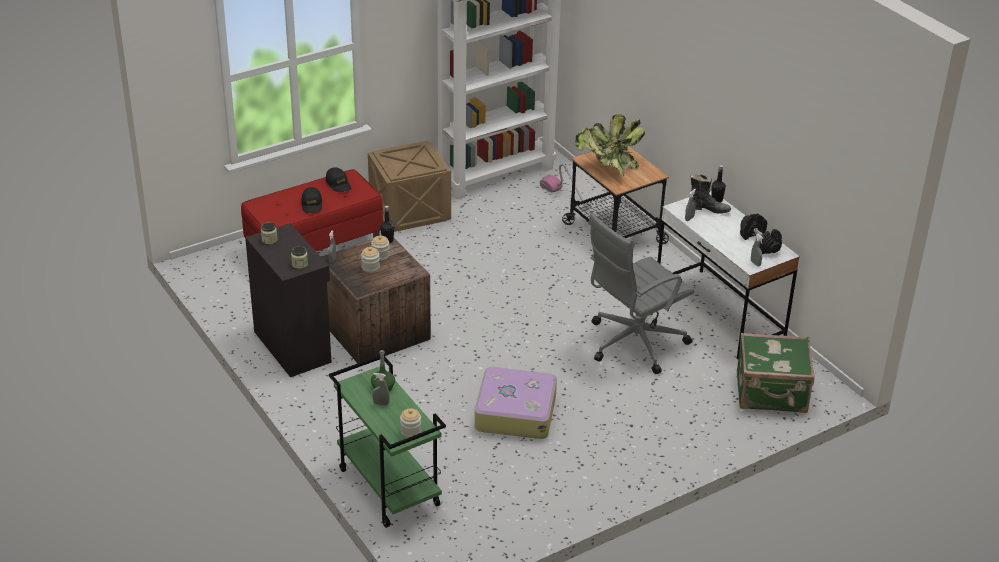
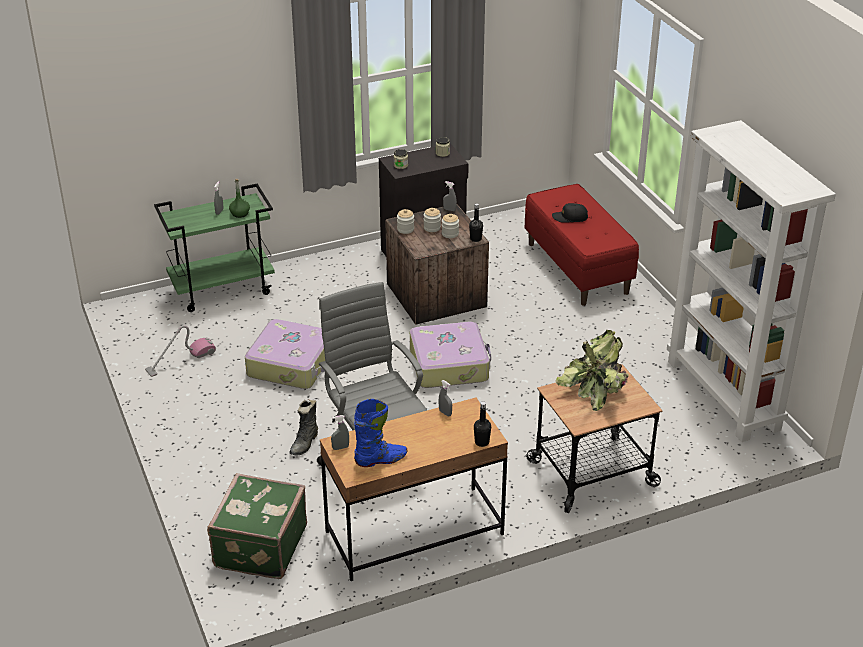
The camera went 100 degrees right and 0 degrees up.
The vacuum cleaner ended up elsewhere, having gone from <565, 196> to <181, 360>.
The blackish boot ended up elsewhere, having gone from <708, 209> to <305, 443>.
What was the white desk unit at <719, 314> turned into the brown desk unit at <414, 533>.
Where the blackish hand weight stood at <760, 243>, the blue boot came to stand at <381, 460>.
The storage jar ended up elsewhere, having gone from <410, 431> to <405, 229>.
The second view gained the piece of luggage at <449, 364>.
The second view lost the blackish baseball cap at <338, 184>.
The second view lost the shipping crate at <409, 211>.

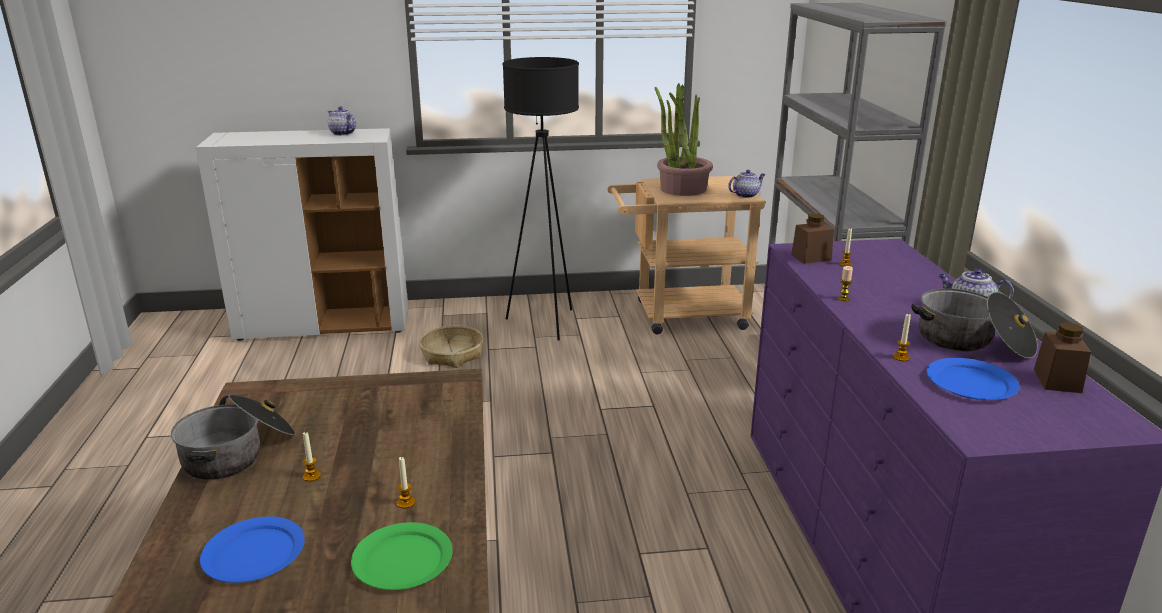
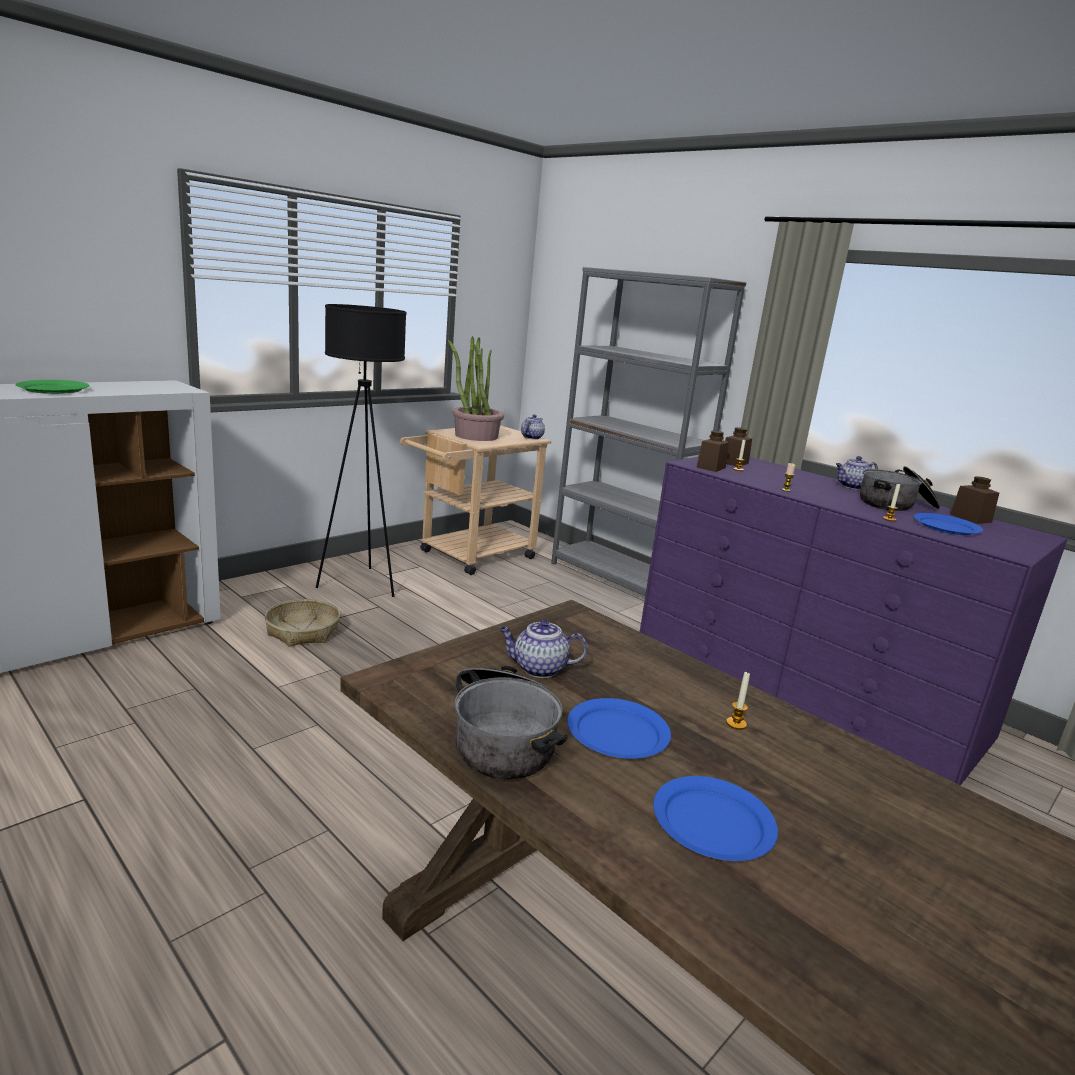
The camera went 40 degrees left and 5 degrees down.
The green flat dish ended up elsewhere, having gone from <402, 559> to <53, 389>.
The pot for tea ended up elsewhere, having gone from <342, 133> to <538, 669>.
Where the candle stood at <312, 476>, the blue flat dish came to stand at <618, 733>.
The second view gained the brown storage jar at <734, 463>.

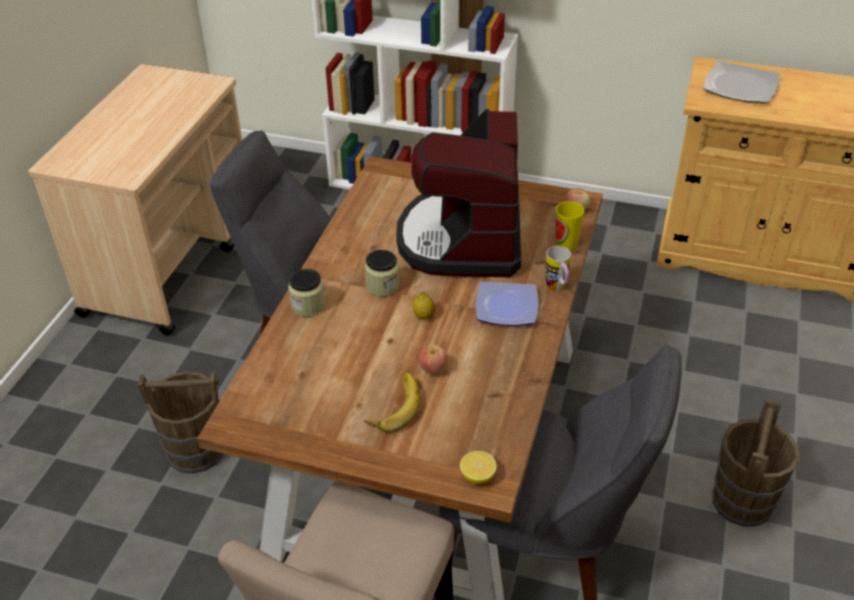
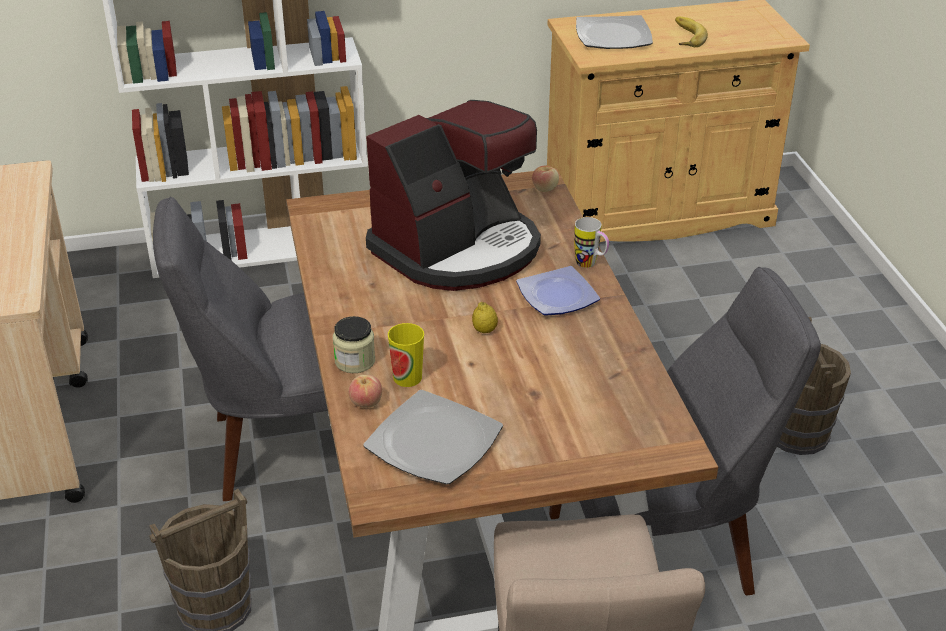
The camera went 30 degrees left and 5 degrees down.
The apple ended up elsewhere, having gone from <433, 369> to <366, 402>.
The second view gained the flat dish at <434, 443>.
The coffee brewer at <462, 239> ended up facing another way, 105 degrees counterclockwise from before.
The small cup ended up elsewhere, having gone from <566, 244> to <407, 377>.
The banana ended up elsewhere, having gone from <394, 406> to <684, 36>.
The second view lost the storage jar at <382, 286>.
The second view lost the citrus fruit at <477, 476>.

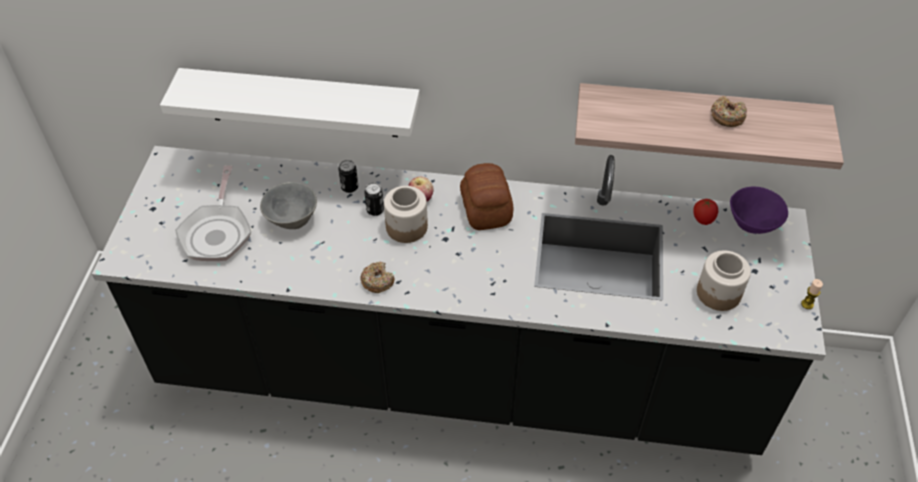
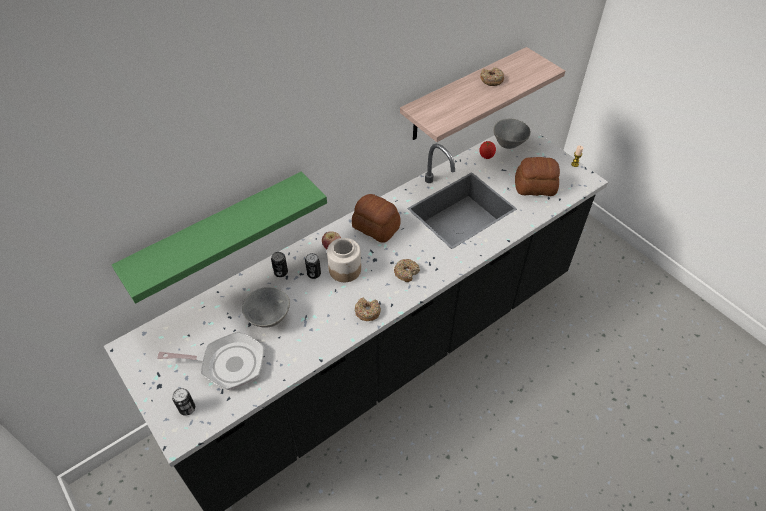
The camera went 45 degrees left and 0 degrees up.
What was the white bracket shelf at <301, 103> turned into the green bracket shelf at <218, 233>.
The skillet at <217, 232> ended up facing another way, 45 degrees counterclockwise from before.
The second view gained the sealed can at <187, 408>.
The second view gained the ring doughnut at <406, 272>.
What was the purplish deep dish at <752, 225> turned into the gray deep dish at <509, 144>.
Where the storage jar stood at <718, 293>, the bakery bread came to stand at <535, 187>.

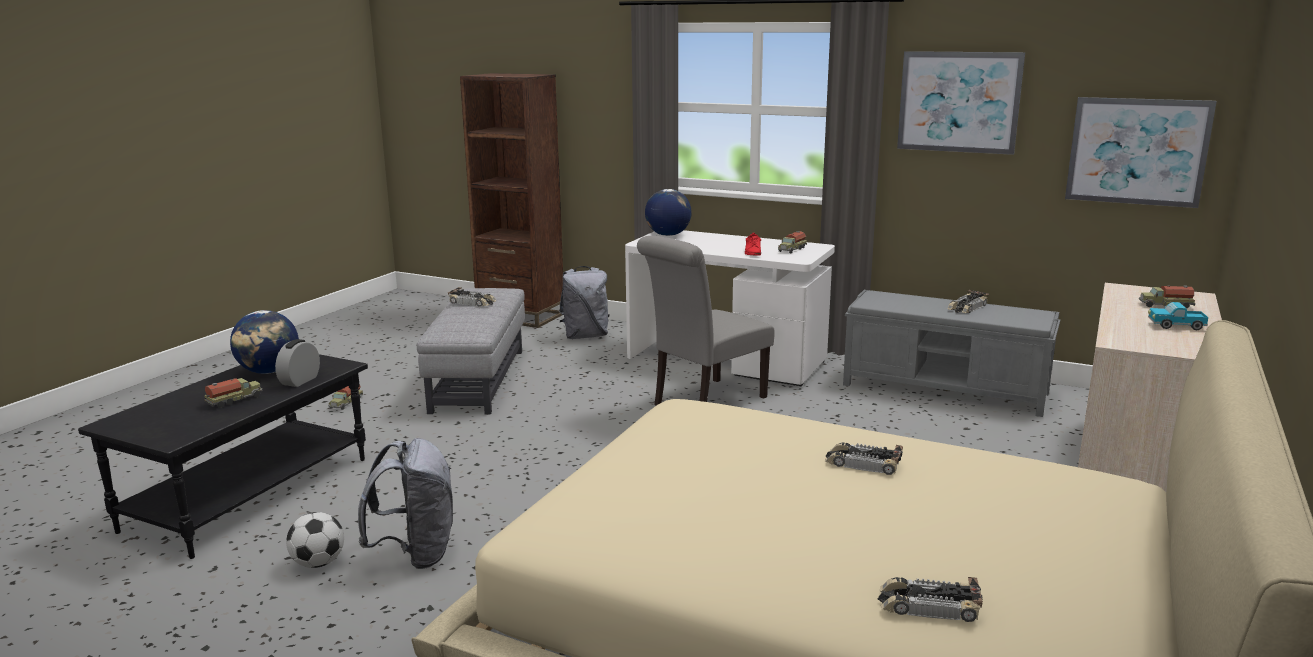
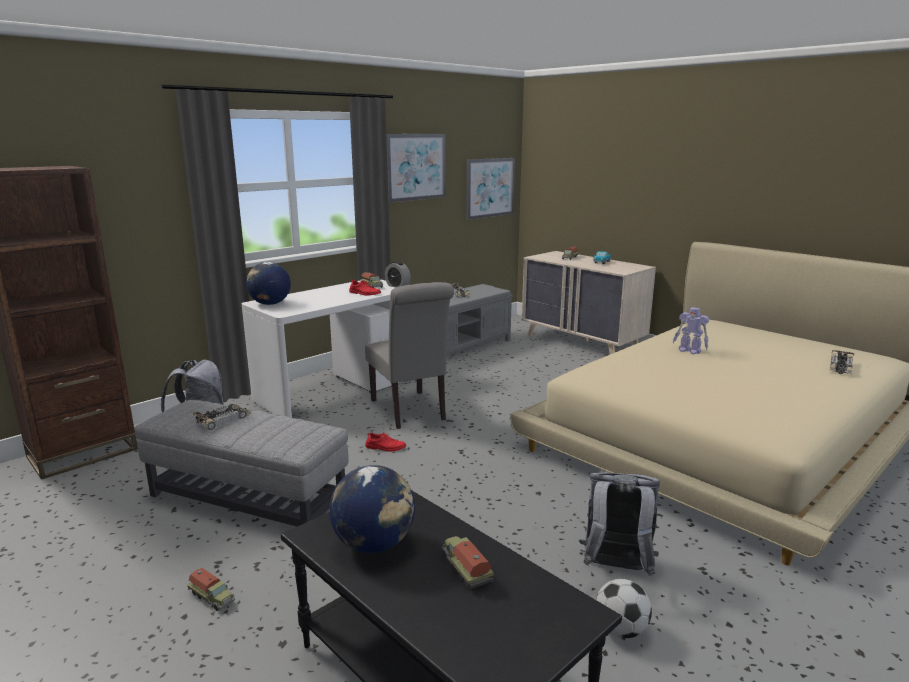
The camera went 70 degrees left and 0 degrees up.
The second view gained the reddish shoe at <385, 447>.
The table clock ended up elsewhere, having gone from <300, 381> to <398, 286>.
Where the model car stood at <862, 463>, the model robot came to stand at <690, 351>.

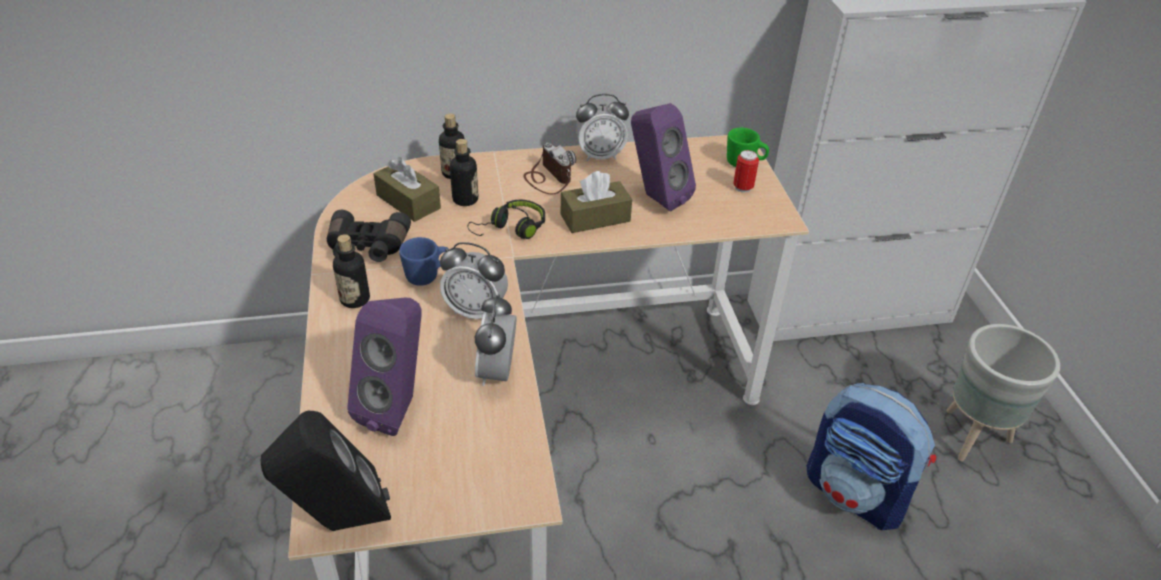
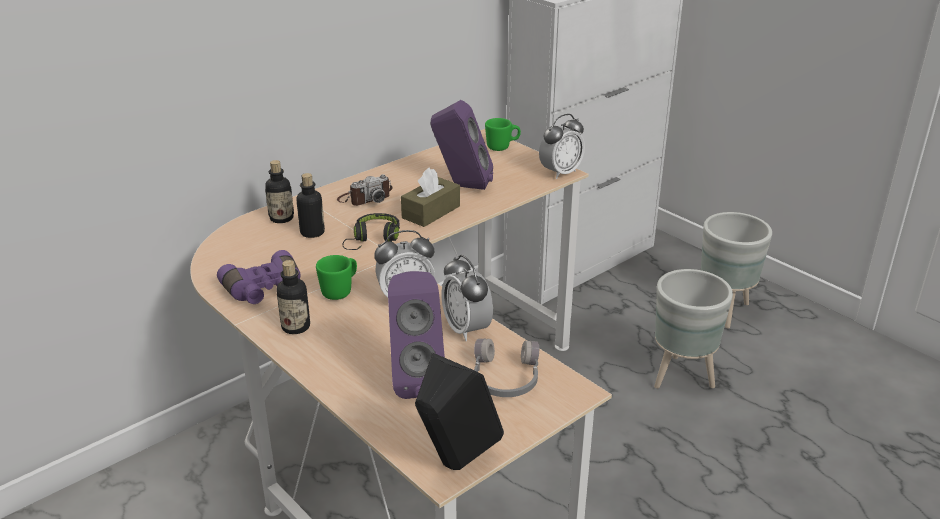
The camera went 30 degrees left and 10 degrees down.
What was the blackish field glasses at <367, 248> turned into the purplish field glasses at <264, 290>.
What was the blue coffee mug at <428, 276> turned into the green coffee mug at <340, 291>.
The still camera at <548, 178> ended up facing another way, 120 degrees clockwise from before.
The second view gained the gray headphones at <504, 378>.
The table clock ended up elsewhere, having gone from <600, 156> to <560, 172>.
Where the backpack stood at <856, 494>, the gray plant pot came to stand at <682, 376>.
The second view lost the brown tissue box at <408, 202>.
The second view lost the sealed can at <743, 188>.

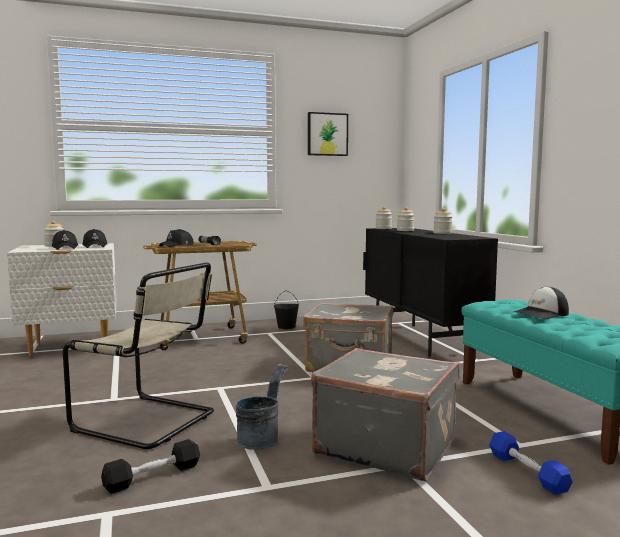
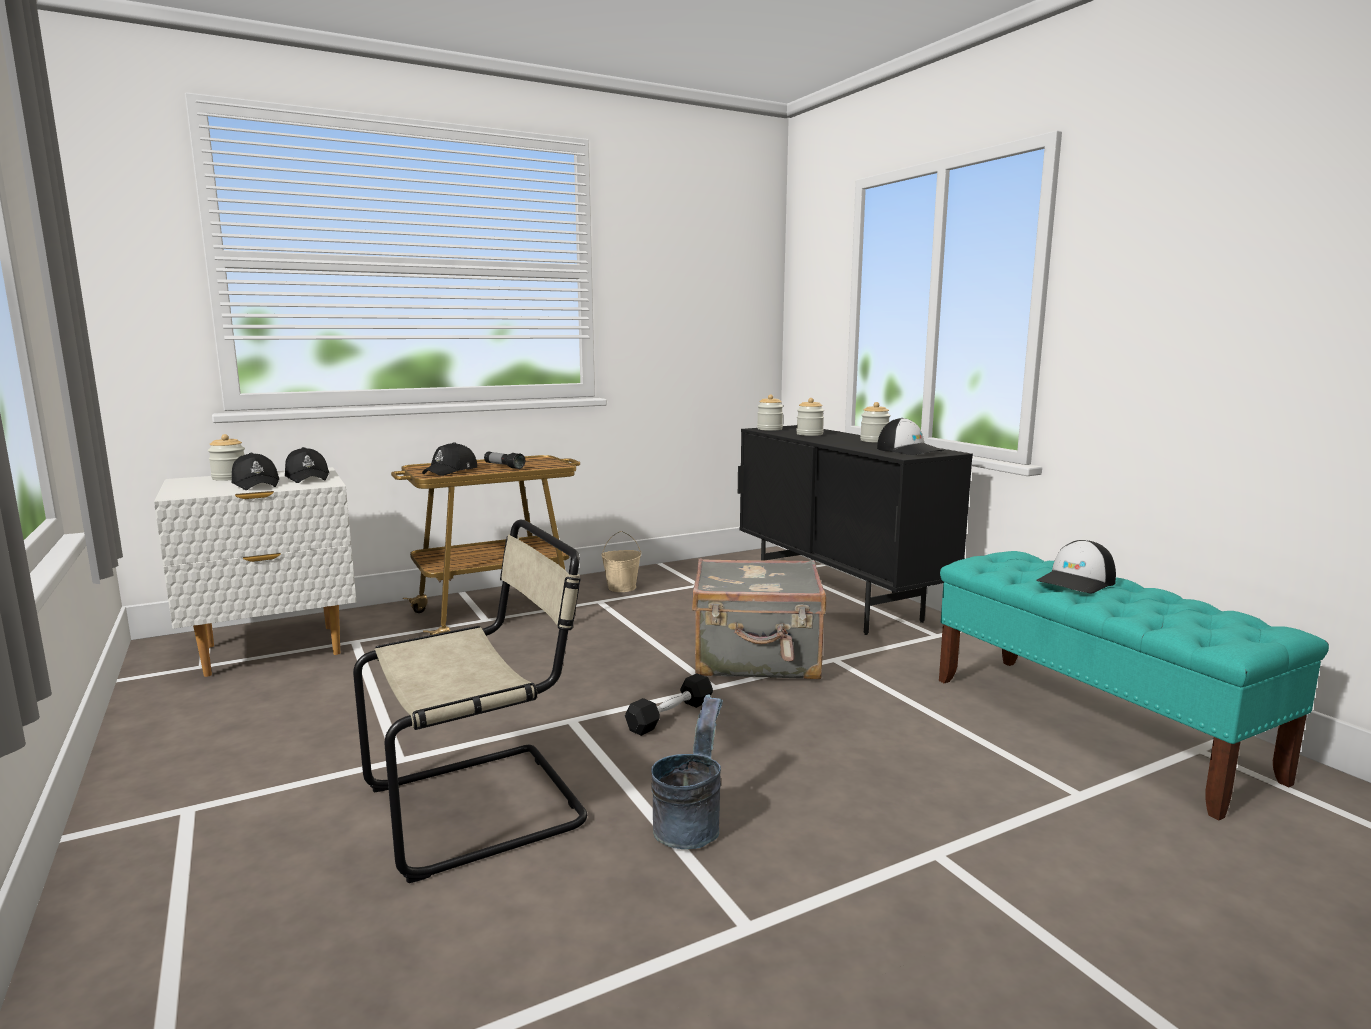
The camera went 10 degrees left and 5 degrees up.
The beige-coloured plain chair at <149, 422> ended up facing another way, 45 degrees counterclockwise from before.
What was the blackish bucket at <286, 327> turned into the beige-coloured bucket at <622, 588>.
The blackish hand weight ended up elsewhere, having gone from <152, 476> to <670, 715>.
The second view gained the baseball cap at <909, 450>.
The second view lost the wall art at <327, 134>.
The second view lost the gray piece of luggage at <386, 446>.
The second view lost the blue hand weight at <527, 472>.

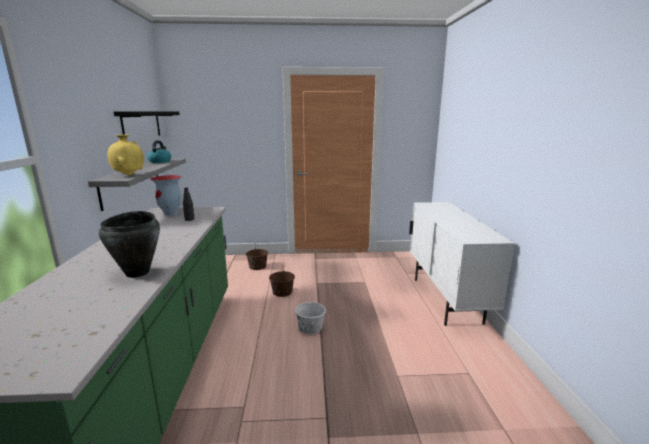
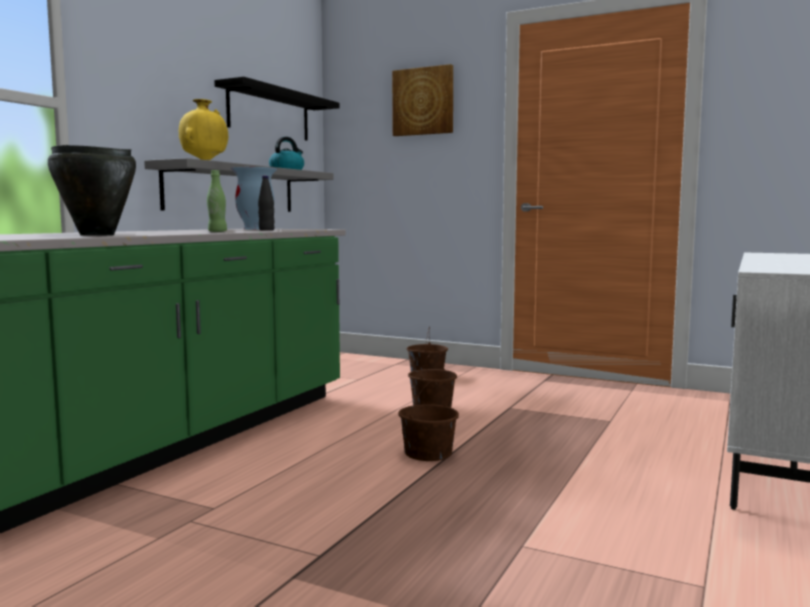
The camera went 30 degrees right and 10 degrees down.
The second view gained the green drink bottle at <217, 232>.
The second view gained the wall art at <423, 101>.
What was the white bucket at <310, 327> turned into the brown bucket at <428, 453>.

